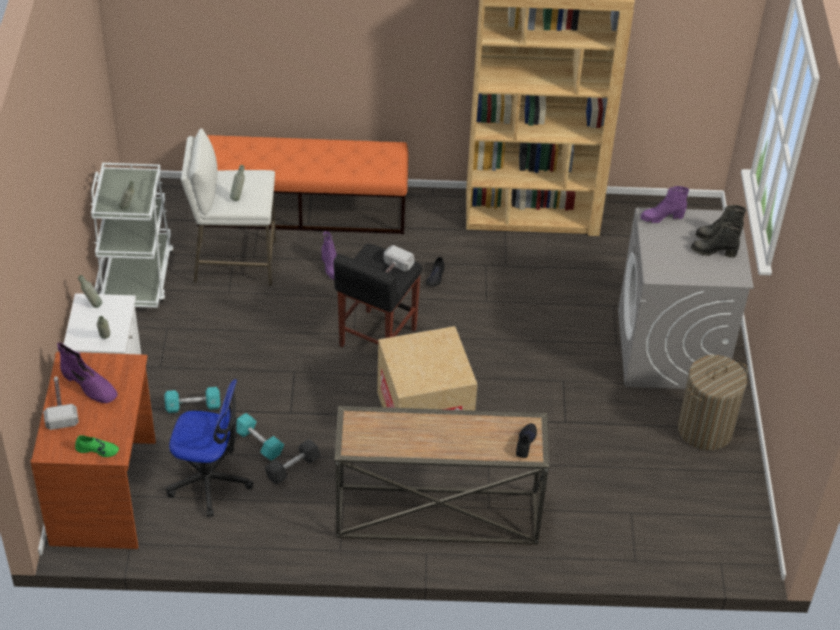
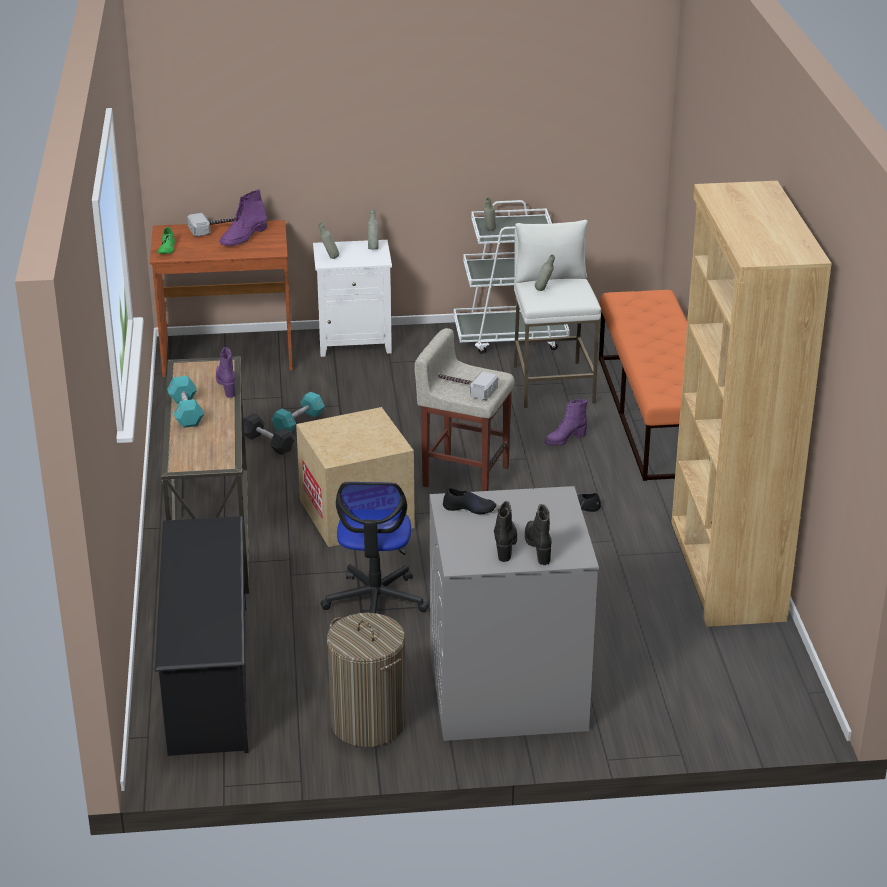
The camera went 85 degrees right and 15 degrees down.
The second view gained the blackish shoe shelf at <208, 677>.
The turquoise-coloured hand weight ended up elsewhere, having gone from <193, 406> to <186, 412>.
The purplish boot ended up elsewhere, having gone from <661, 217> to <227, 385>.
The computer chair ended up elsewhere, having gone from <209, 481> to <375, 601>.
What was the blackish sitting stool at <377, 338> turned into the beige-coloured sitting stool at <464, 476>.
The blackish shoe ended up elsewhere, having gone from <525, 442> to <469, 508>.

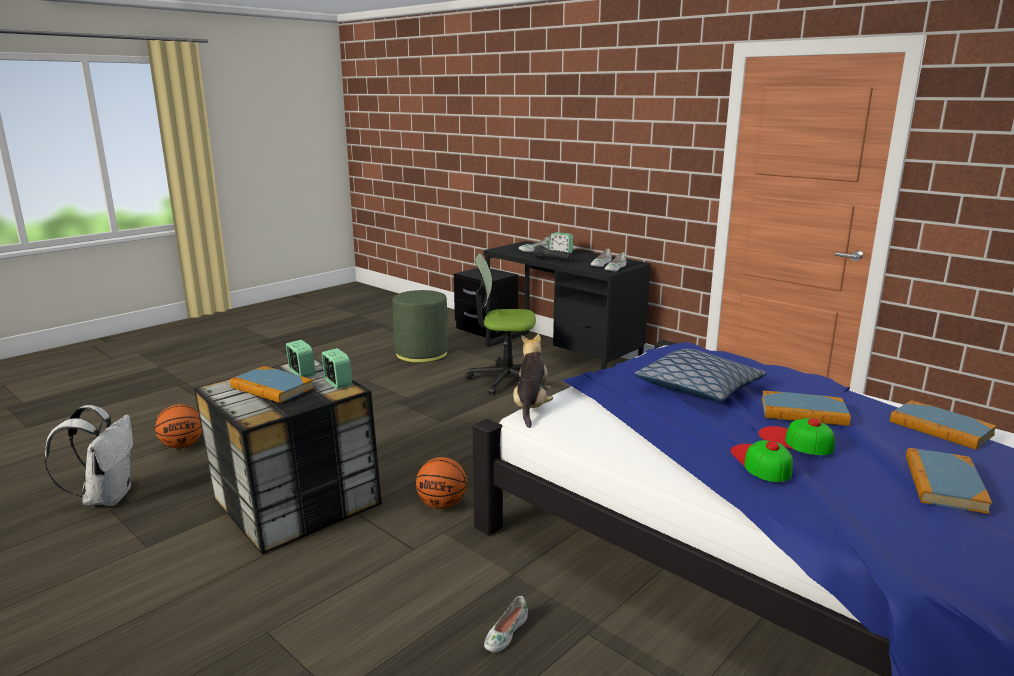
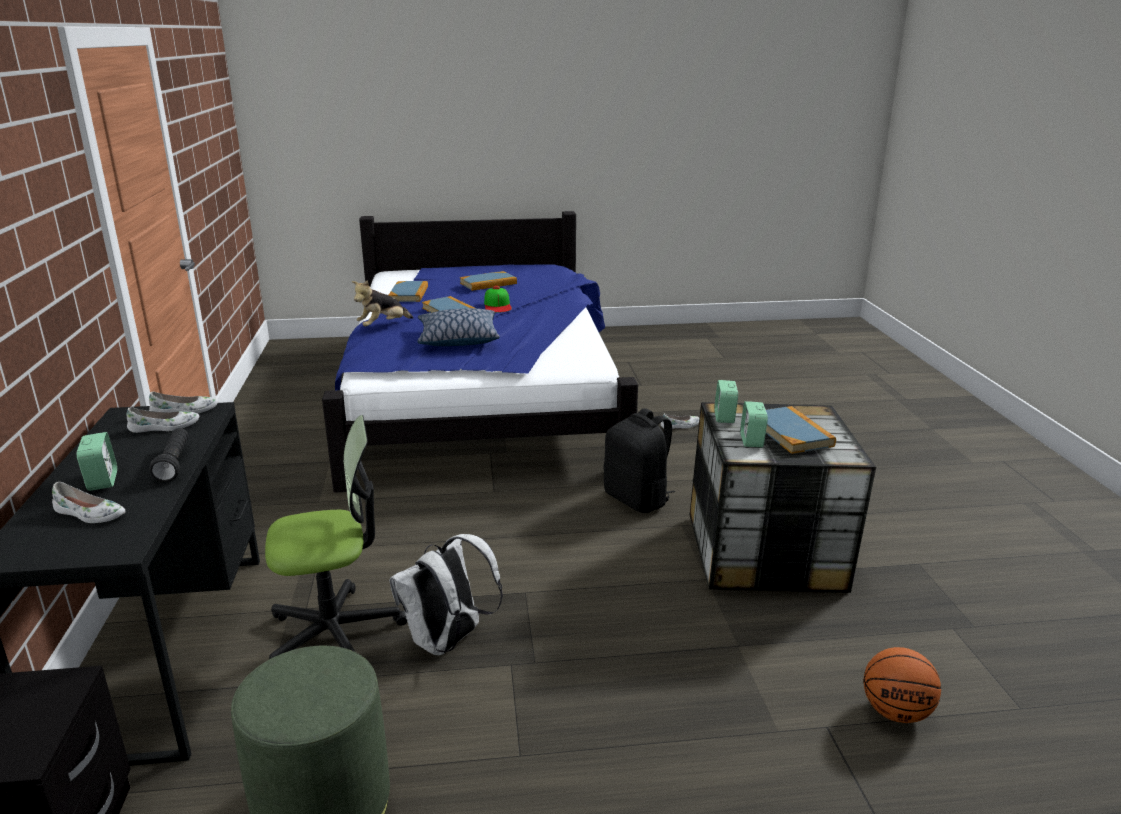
The camera went 140 degrees left and 5 degrees up.
The computer chair at <505, 379> ended up facing another way, 60 degrees counterclockwise from before.
The soft toy ended up elsewhere, having gone from <531, 407> to <383, 326>.
The white backpack ended up elsewhere, having gone from <107, 497> to <447, 642>.
Where the basketball ball stood at <442, 505>, the blackish backpack came to stand at <638, 499>.
The second view lost the baseball cap at <761, 462>.

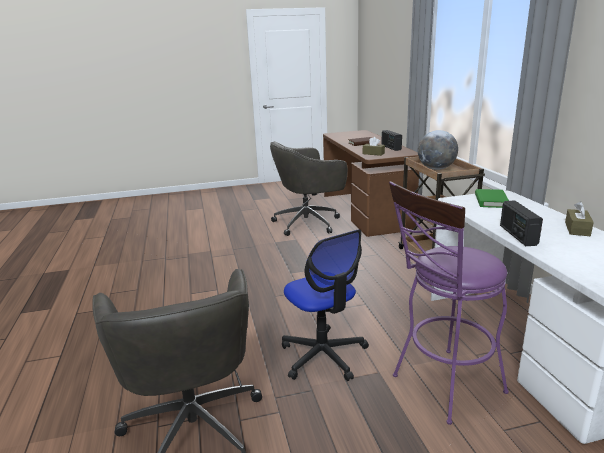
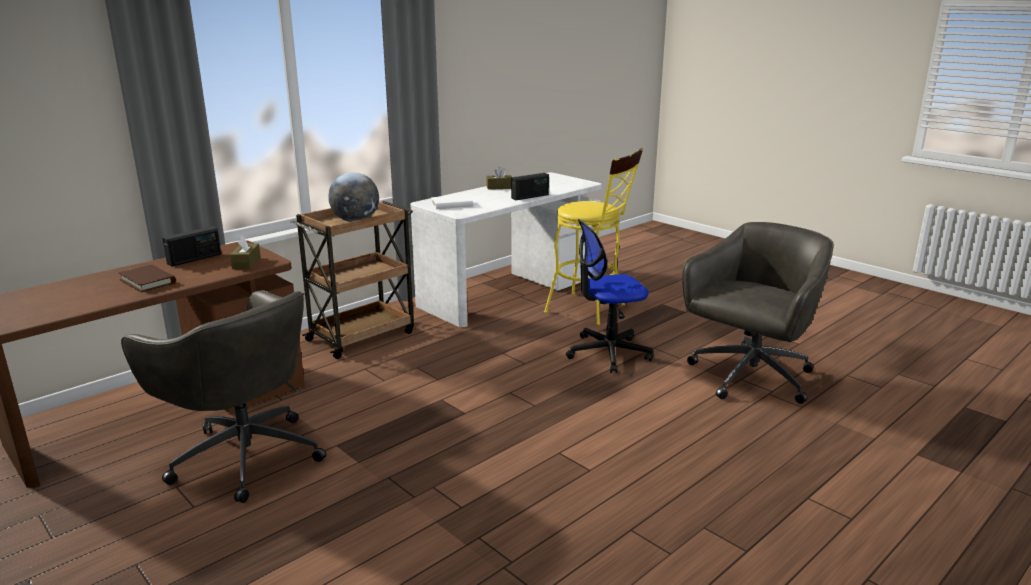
The camera went 120 degrees left and 0 degrees up.
What was the green book at <491, 201> turned into the white book at <452, 205>.
What was the purplish sitting stool at <442, 387> turned into the yellow sitting stool at <591, 310>.
The computer chair at <323, 355> ended up facing another way, 135 degrees counterclockwise from before.

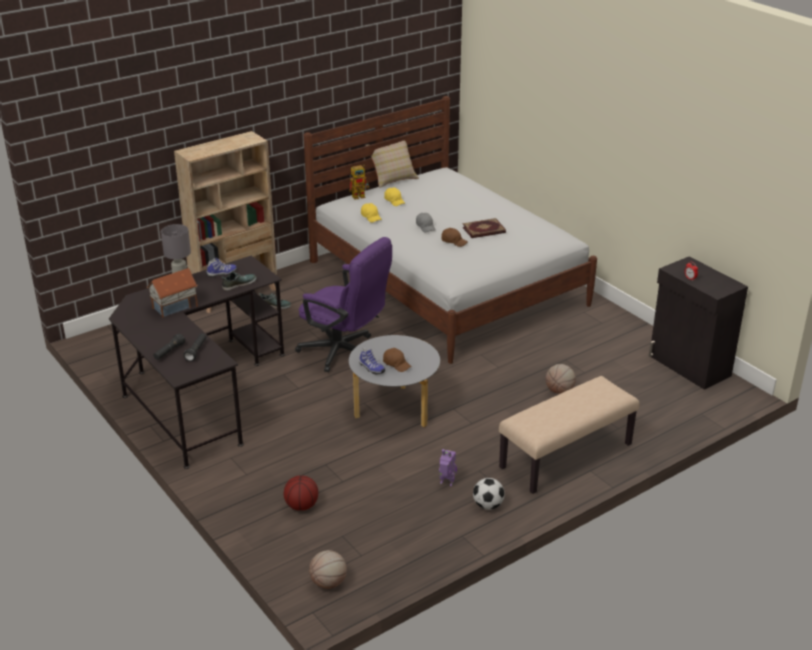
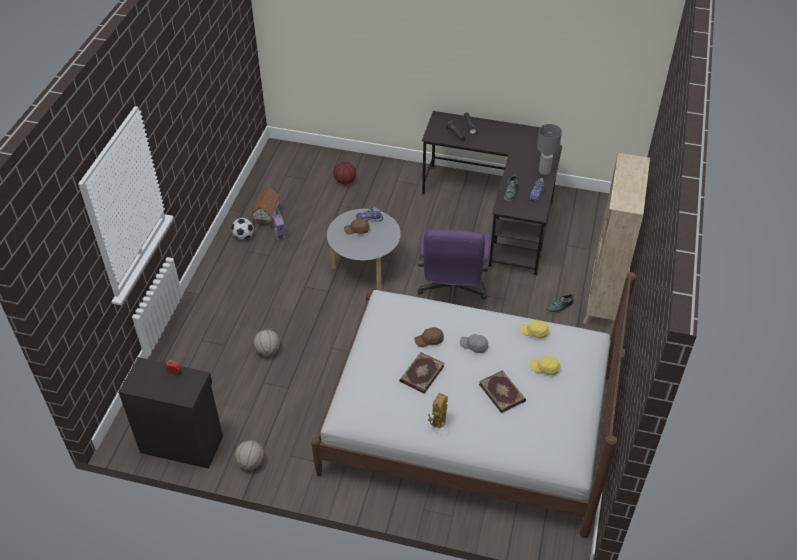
The camera went 140 degrees right and 15 degrees up.
The basketball ball ended up elsewhere, having gone from <329, 583> to <251, 463>.
The toy house ended up elsewhere, having gone from <175, 307> to <267, 218>.
The purplish computer chair at <345, 353> ended up facing another way, 75 degrees counterclockwise from before.
The model robot ended up elsewhere, having gone from <361, 196> to <438, 425>.
The second view gained the book at <502, 392>.
The second view lost the beige-coloured cushion at <392, 179>.
The second view lost the beige-coloured bench at <566, 456>.

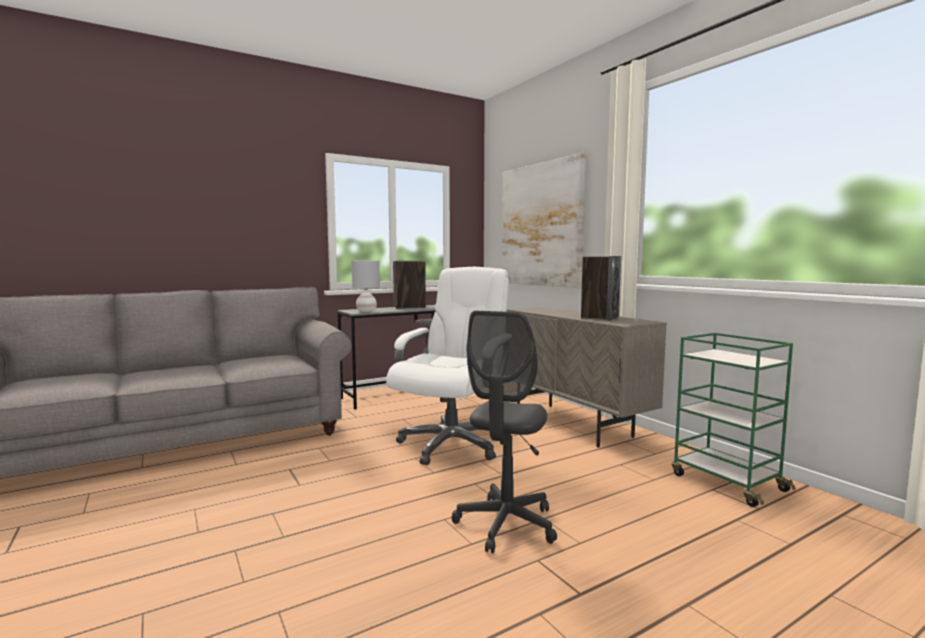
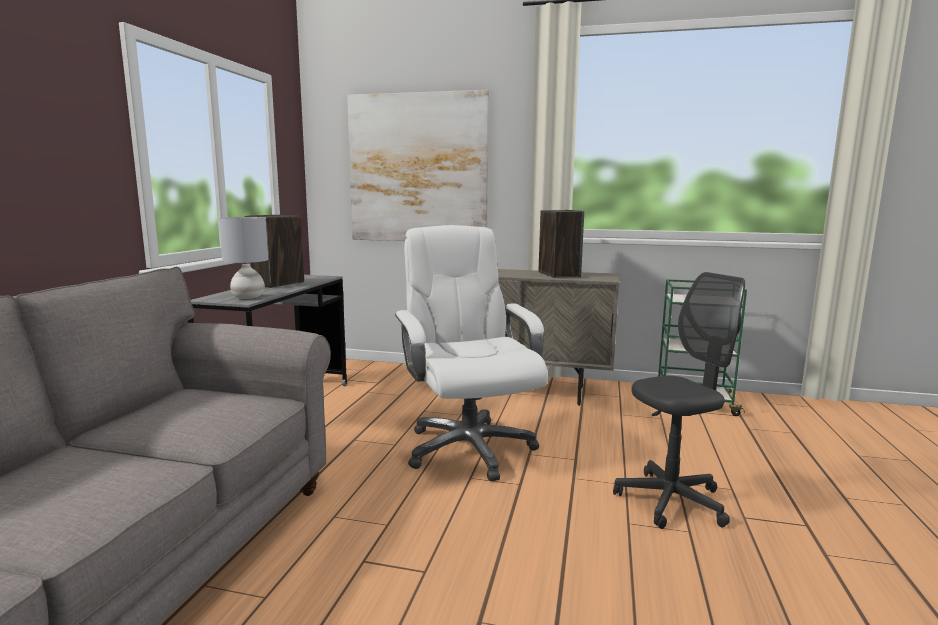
The camera went 45 degrees left and 5 degrees up.
The gray computer chair at <506, 524> ended up facing another way, 90 degrees counterclockwise from before.

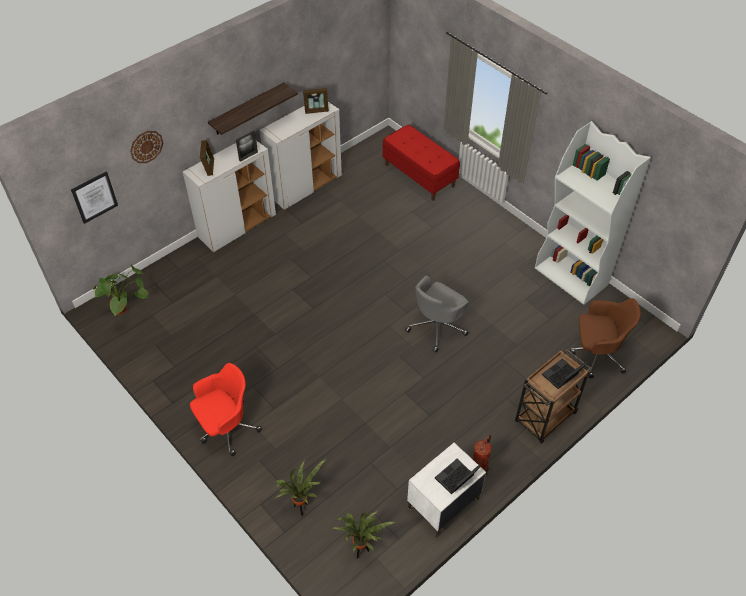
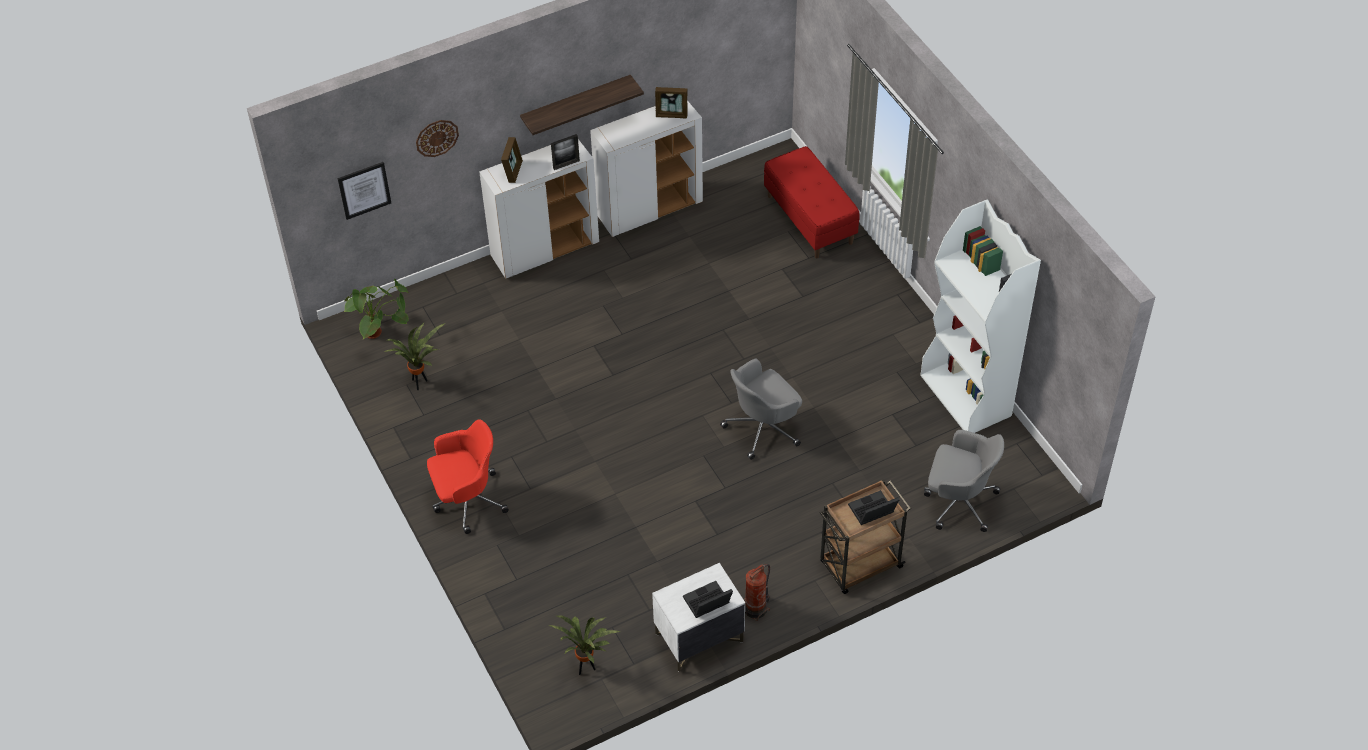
The camera went 15 degrees right and 0 degrees up.
The plant in a pot ended up elsewhere, having gone from <302, 508> to <420, 383>.
What was the brown computer chair at <596, 354> turned into the gray computer chair at <958, 501>.

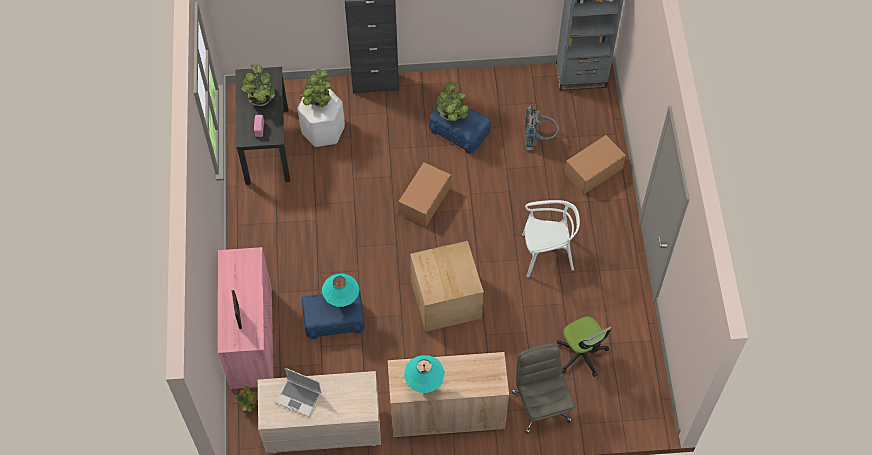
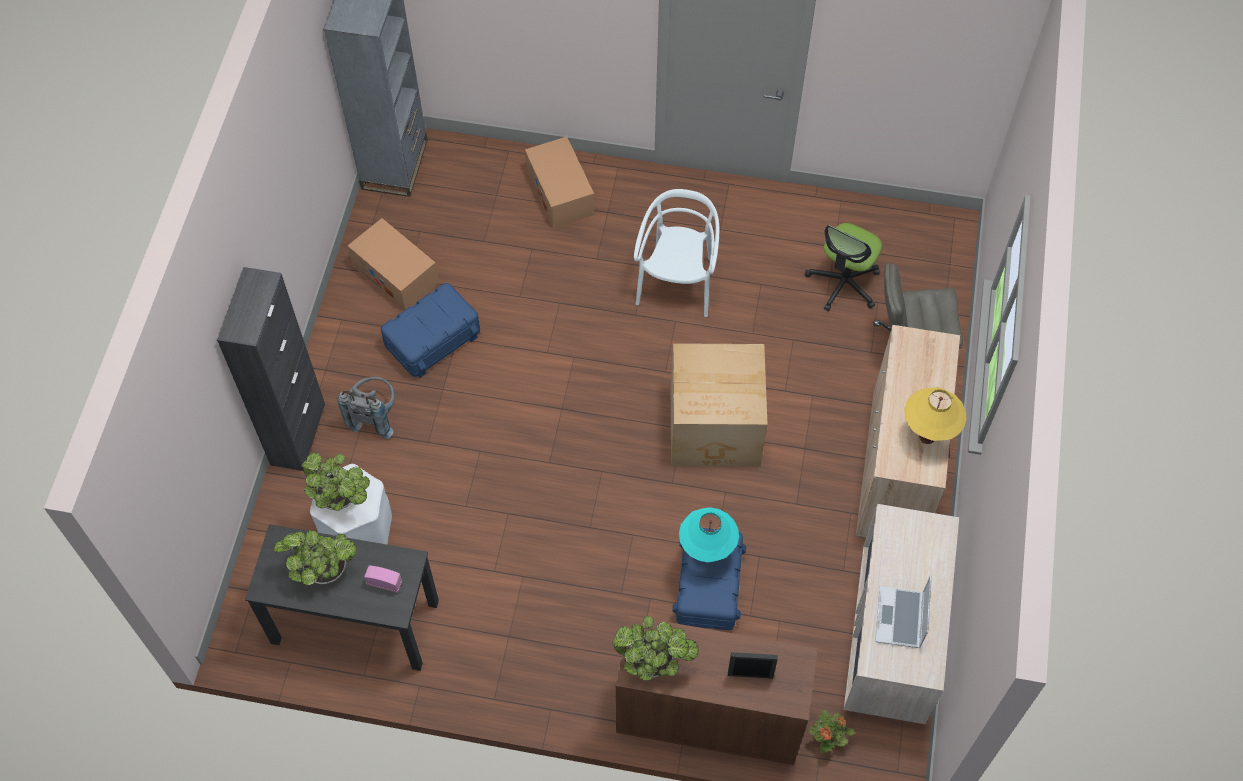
The camera went 75 degrees left and 0 degrees up.
The gray backpack ended up elsewhere, having gone from <539, 138> to <374, 415>.
The cardboard box ended up elsewhere, having gone from <425, 200> to <395, 274>.
The plant in a pot ended up elsewhere, having gone from <451, 117> to <654, 662>.
What was the pinkish cabinet at <251, 338> turned into the brown cabinet at <709, 715>.
The computer chair at <581, 354> ended up facing another way, 135 degrees clockwise from before.
The laptop at <299, 397> ended up facing another way, 150 degrees clockwise from before.
What was the turquoise-coloured tabletop lamp at <424, 386> turned into the yellow tabletop lamp at <927, 437>.

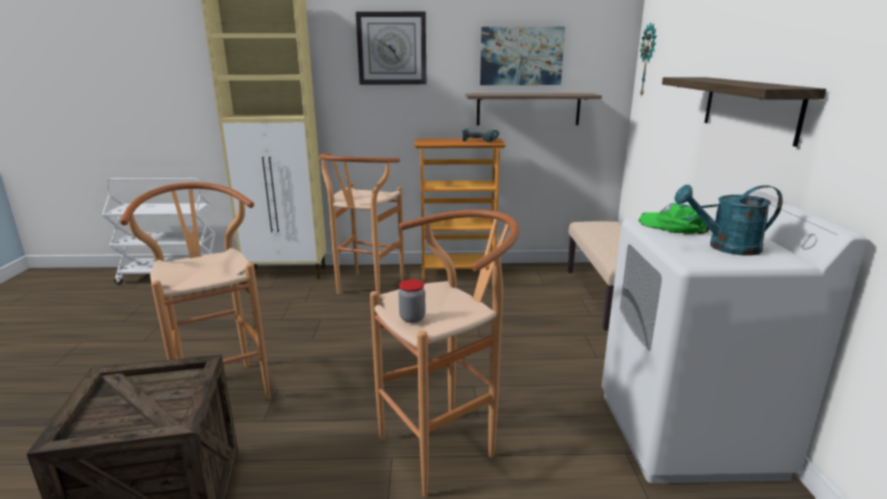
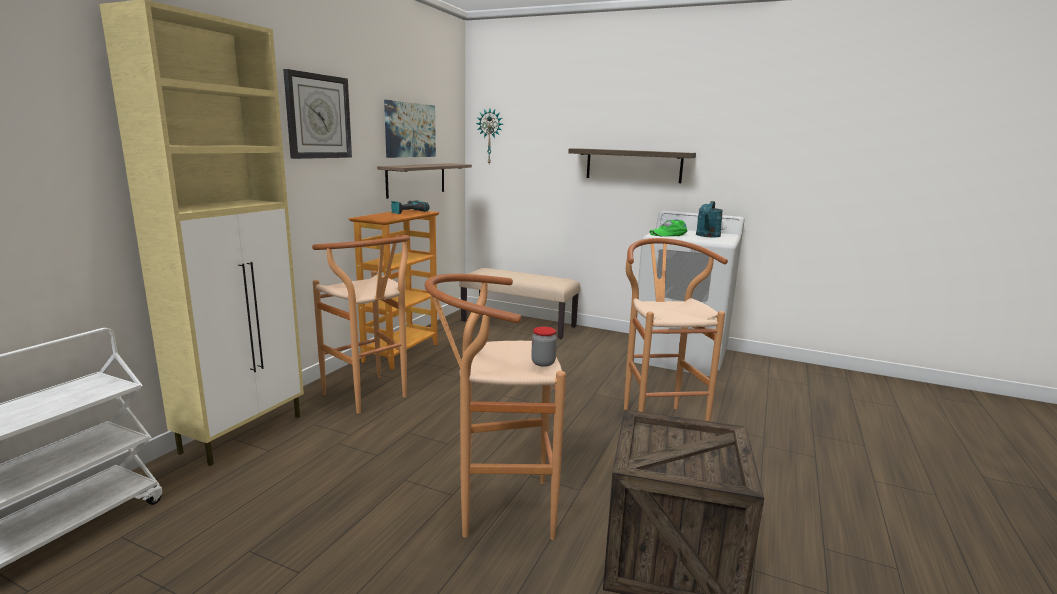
The camera went 65 degrees left and 5 degrees down.
The storage jar ended up elsewhere, having gone from <412, 318> to <543, 363>.

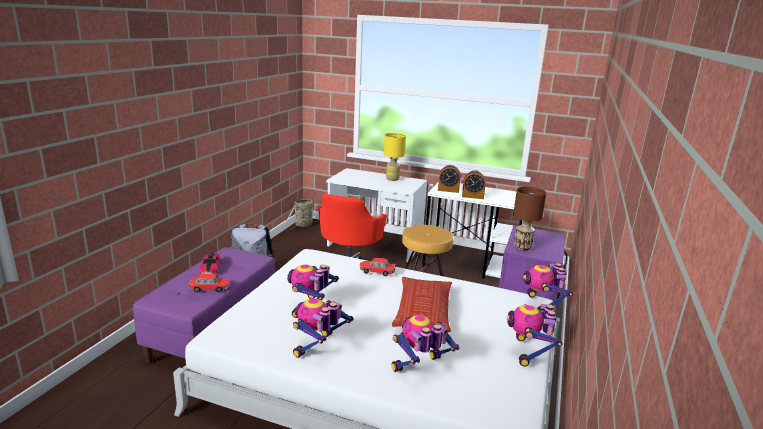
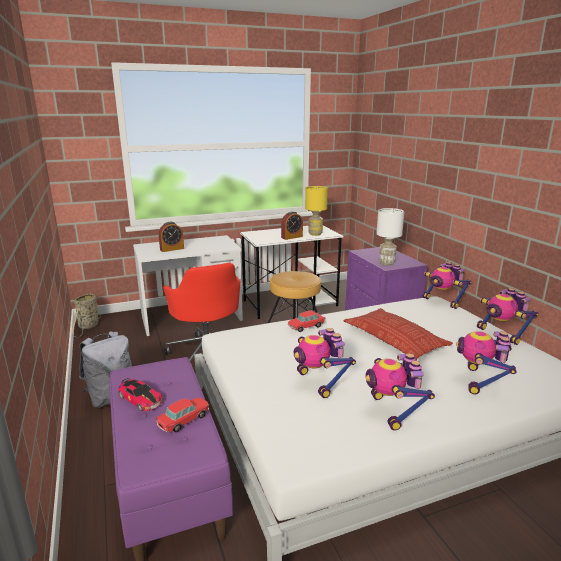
The camera went 40 degrees left and 0 degrees up.
The table clock ended up elsewhere, having gone from <448, 190> to <172, 249>.
The yellow tabletop lamp ended up elsewhere, having gone from <393, 179> to <315, 234>.
What was the brown tabletop lamp at <522, 247> turned into the white tabletop lamp at <386, 263>.

